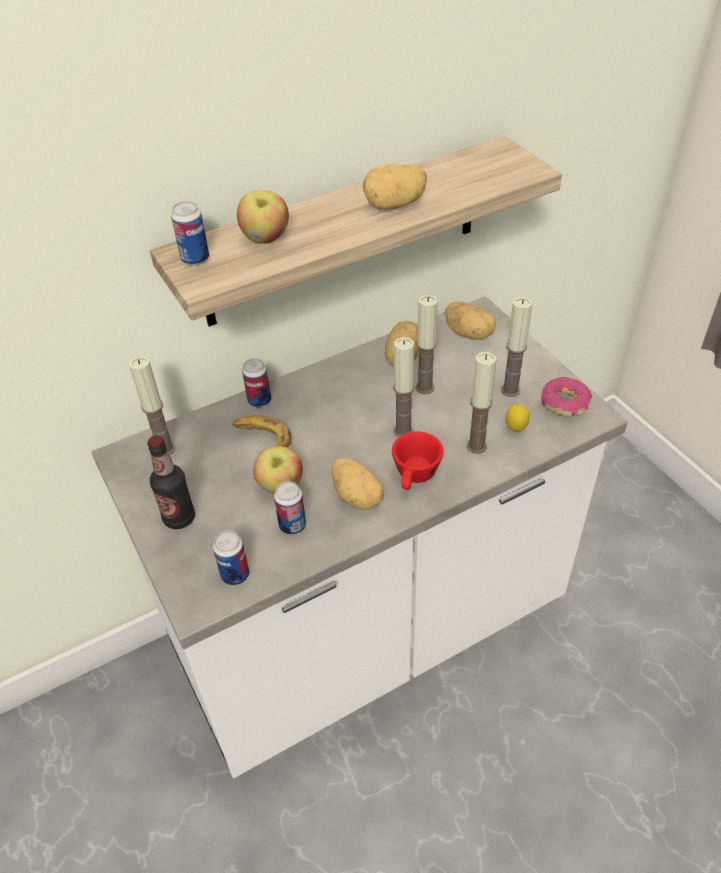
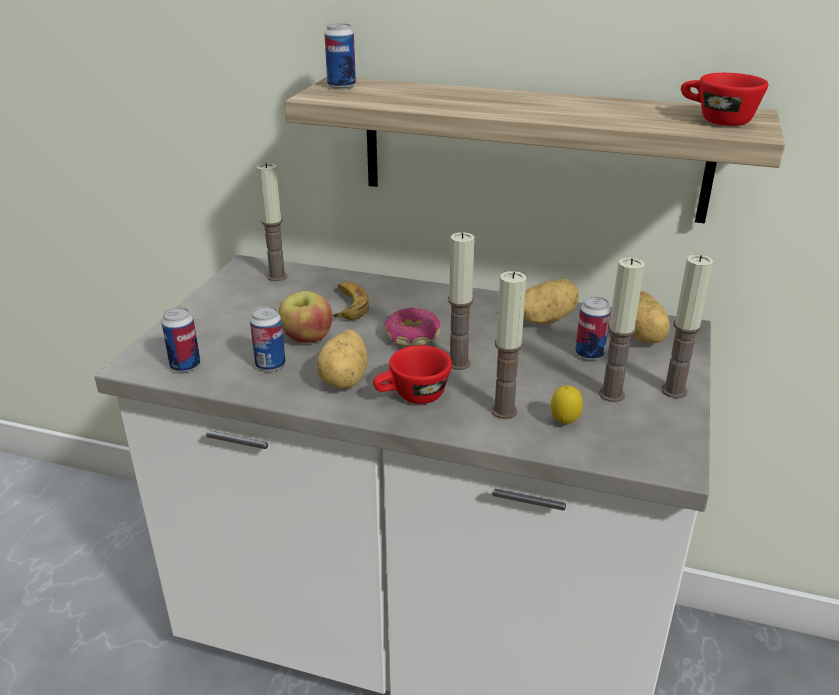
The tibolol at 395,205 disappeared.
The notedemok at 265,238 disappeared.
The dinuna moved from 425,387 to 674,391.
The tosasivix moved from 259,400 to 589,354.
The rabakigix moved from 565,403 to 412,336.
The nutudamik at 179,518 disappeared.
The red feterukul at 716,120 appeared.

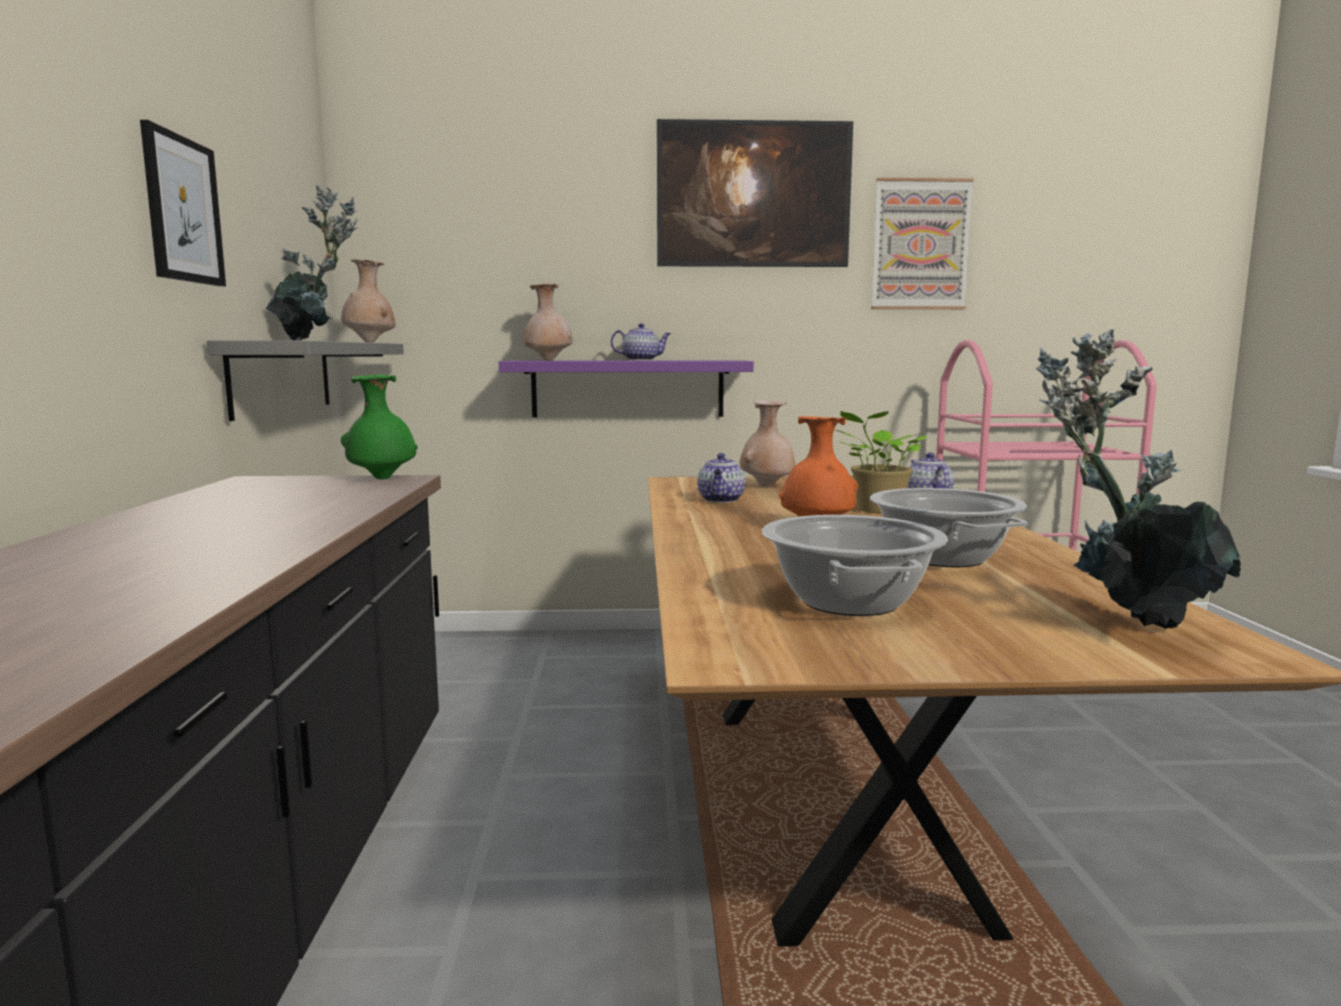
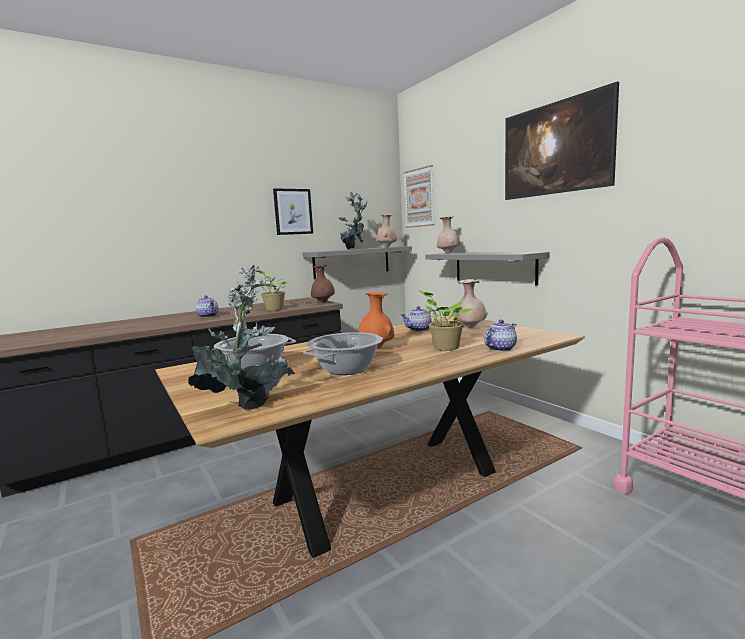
The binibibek moved from 920,245 to 419,198.
The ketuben moved from 641,360 to 208,316.
The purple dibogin at 627,388 became the grey dibogin at 494,267.
The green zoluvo at 382,479 became the brown zoluvo at 323,302.
The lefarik at 273,309 appeared.

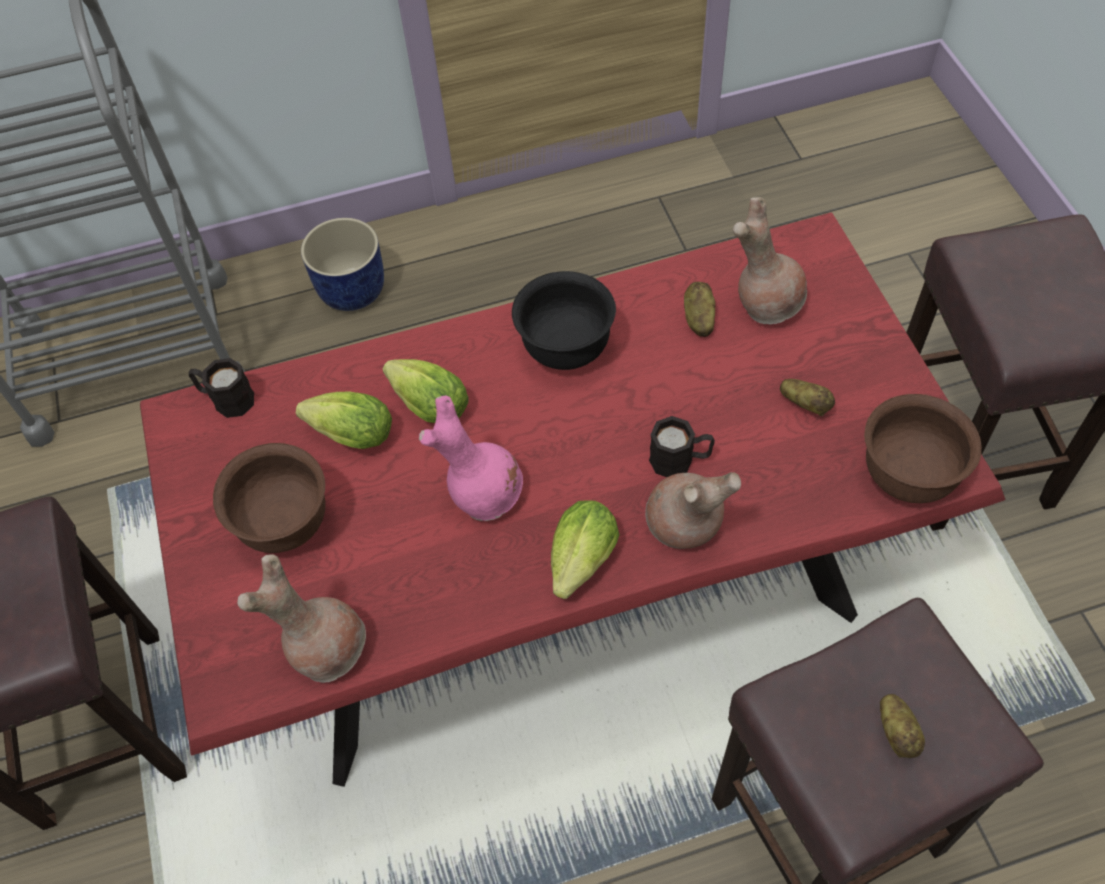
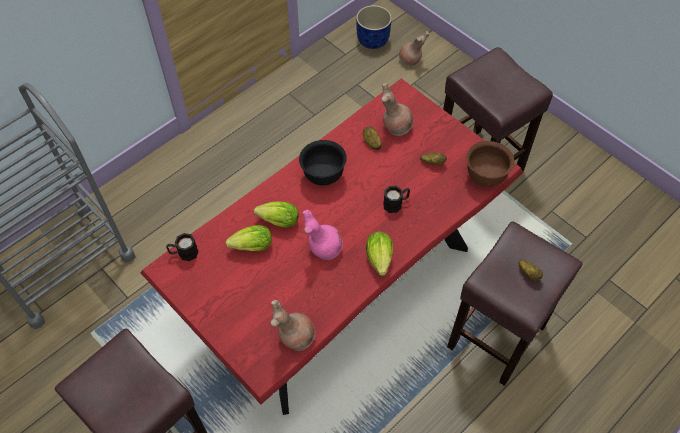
The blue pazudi moved from 353,289 to 373,40.
The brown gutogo at 285,524 disappeared.
The brown zoluvo moved from 683,528 to 410,61.

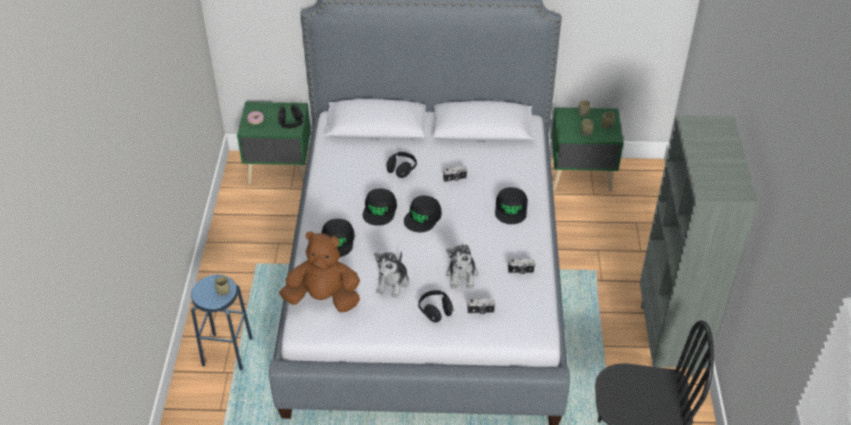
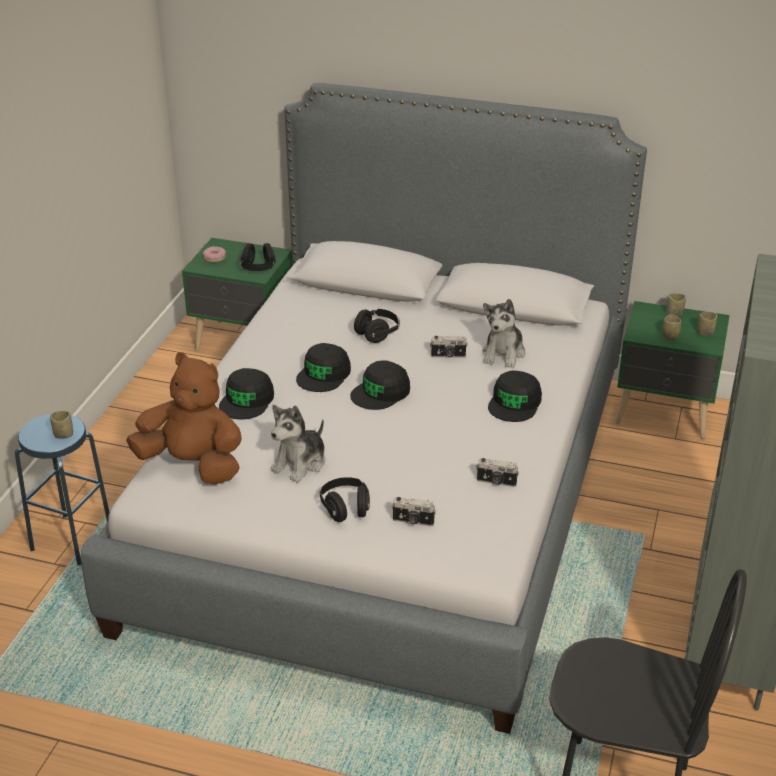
The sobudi moved from 462,275 to 503,354.

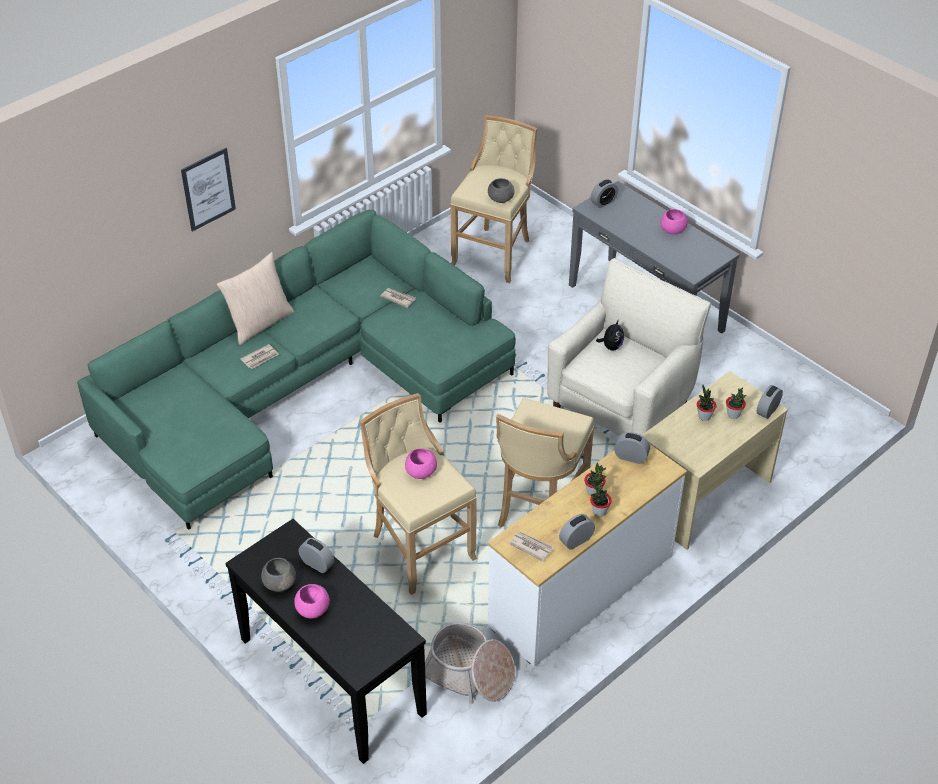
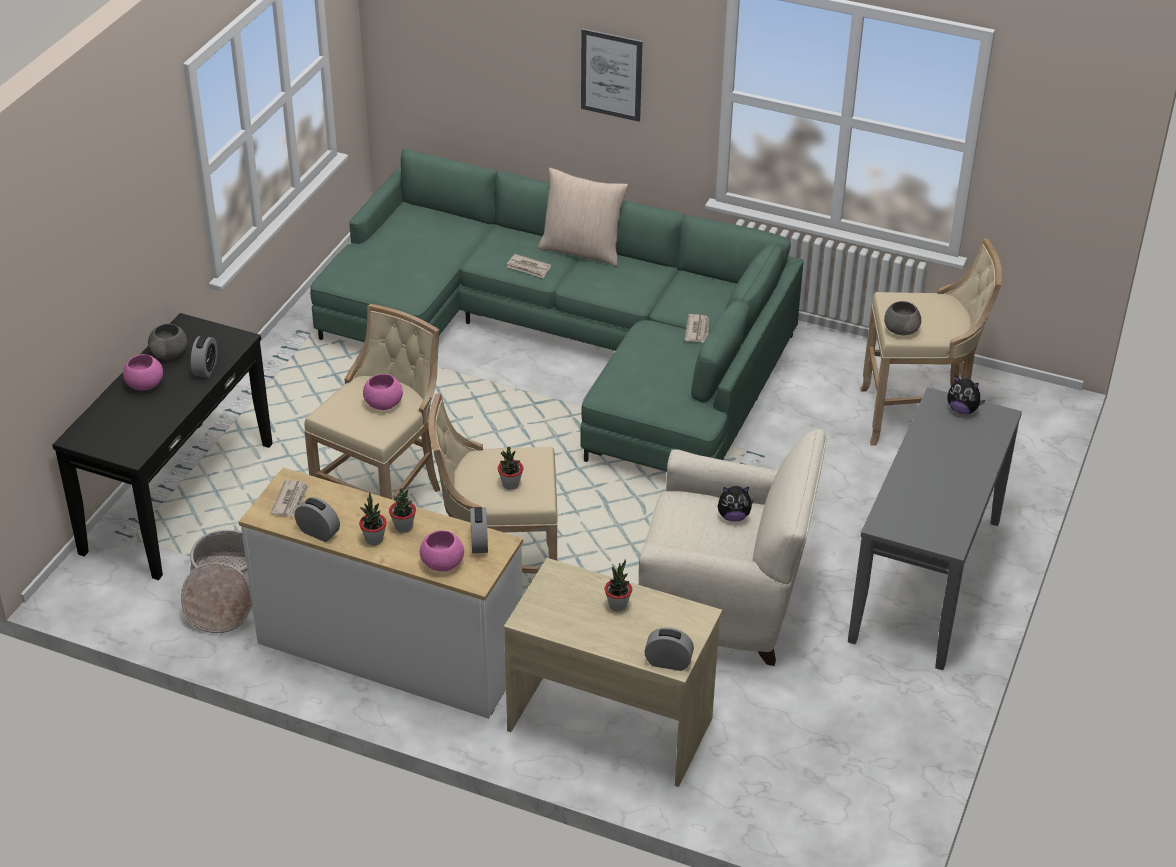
The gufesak at 603,202 was replaced by the sobudi at 962,410.
The pink gutogo moved from 672,230 to 441,563.
The lefarik moved from 733,414 to 510,484.

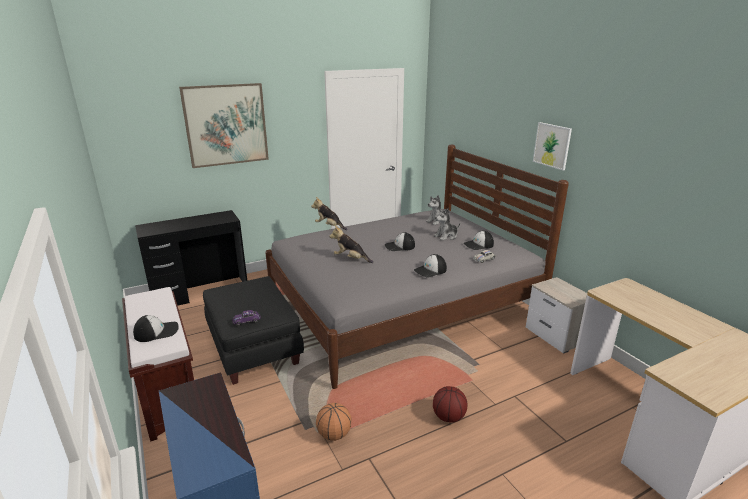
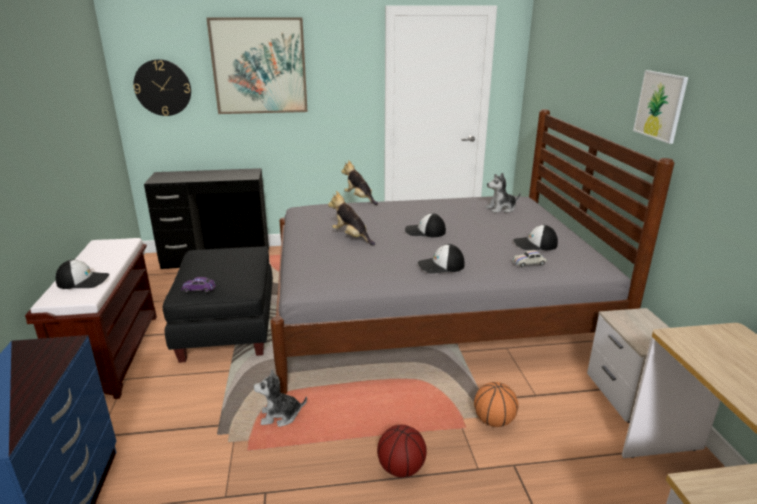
The sobudi moved from 446,236 to 280,416.
The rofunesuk moved from 334,434 to 493,421.
The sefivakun at 163,88 appeared.

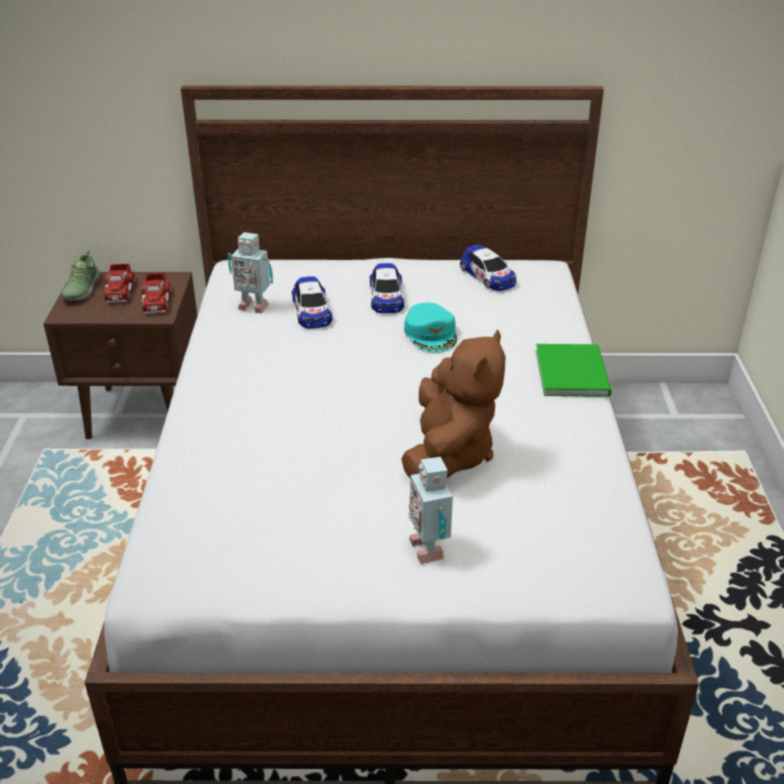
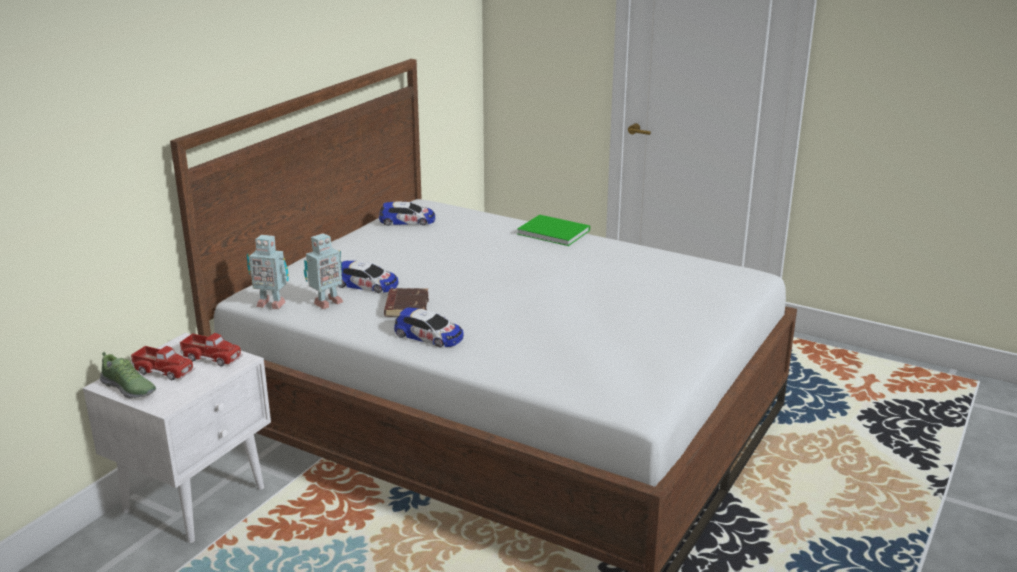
The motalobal moved from 386,296 to 429,336.
The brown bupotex at 144,413 became the white bupotex at 197,498.
The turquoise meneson at 431,334 disappeared.
The brown sobudi at 449,455 disappeared.
The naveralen moved from 429,548 to 271,304.
The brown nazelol at 406,307 appeared.

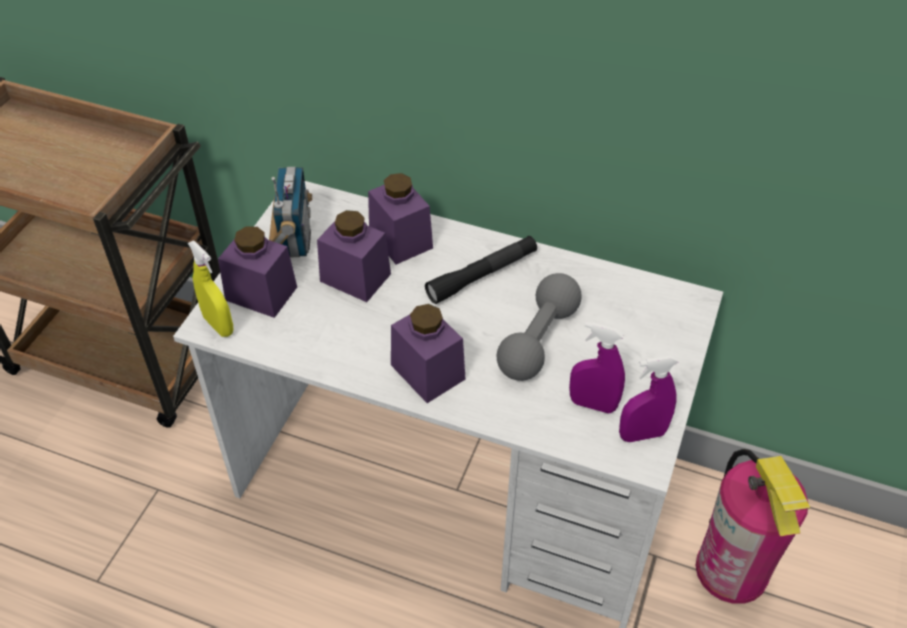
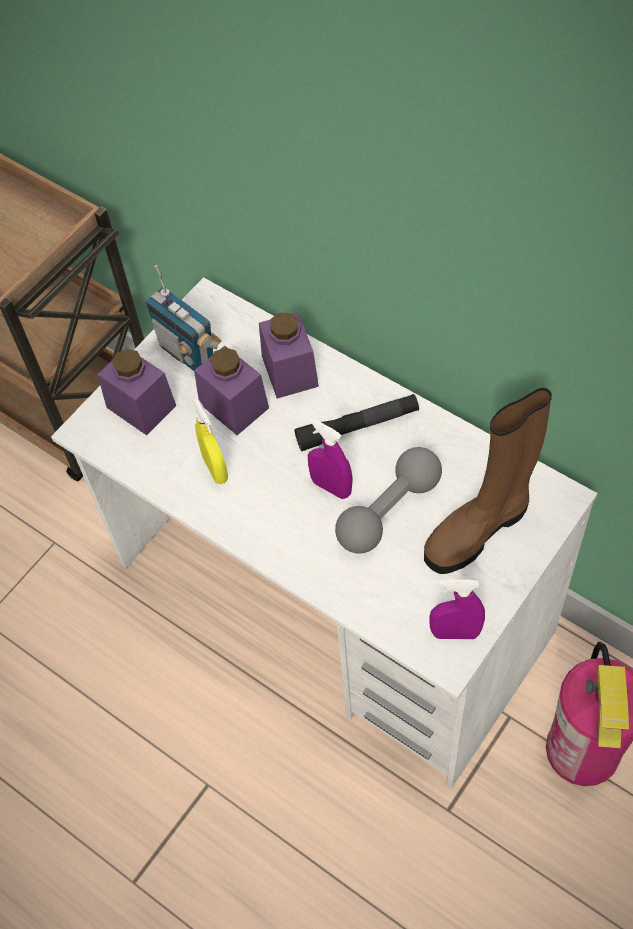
The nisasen at 295,239 turned 120 degrees clockwise.
The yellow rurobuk moved from 218,325 to 215,469.
The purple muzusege at 427,372 disappeared.
The purple rurobuk moved from 592,404 to 331,487.
The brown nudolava at 479,529 appeared.

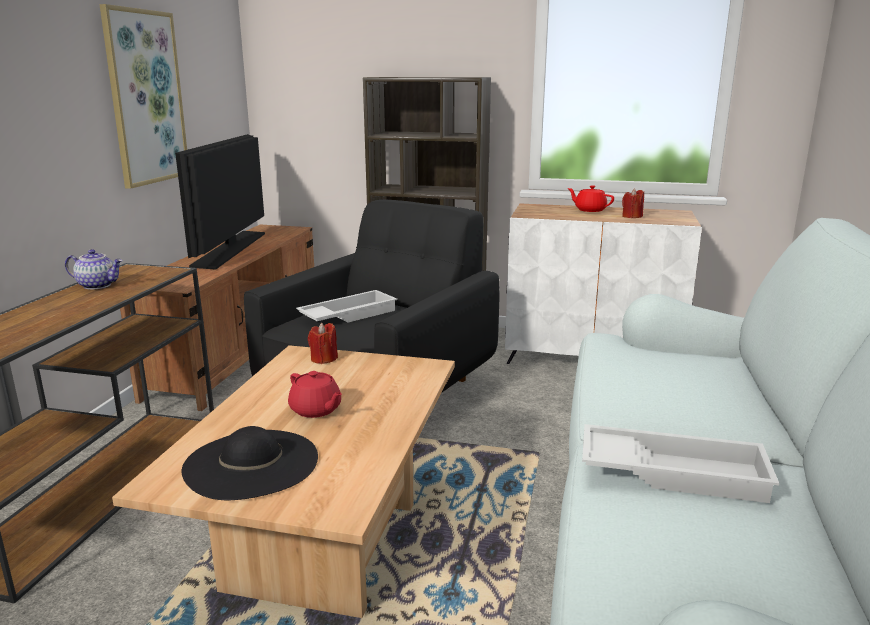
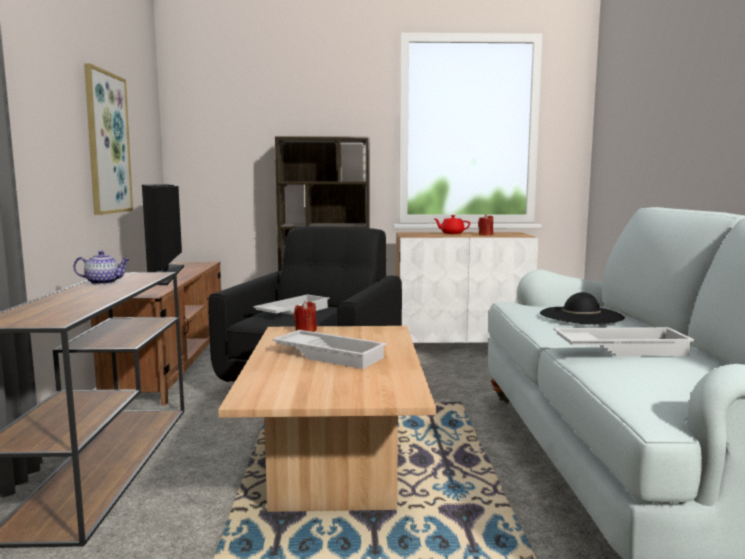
The red ketuben at 316,410 was replaced by the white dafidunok at 330,355.
The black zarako moved from 251,463 to 581,315.

